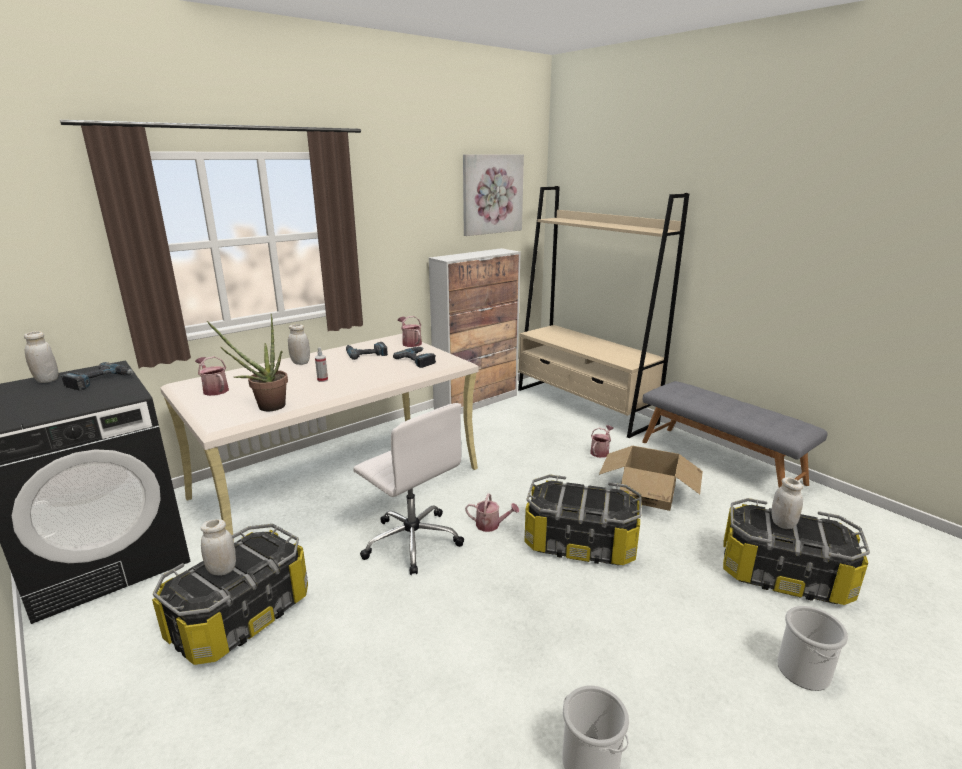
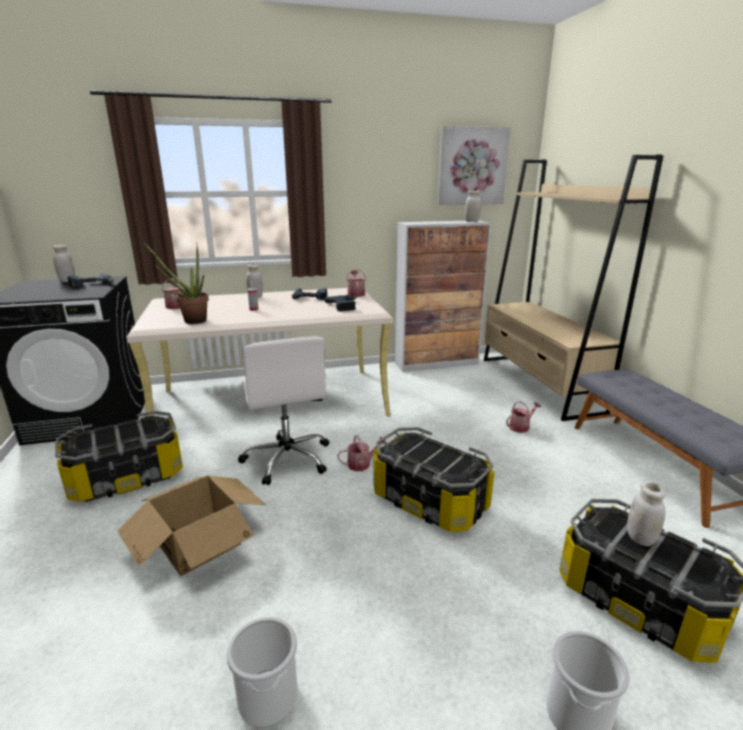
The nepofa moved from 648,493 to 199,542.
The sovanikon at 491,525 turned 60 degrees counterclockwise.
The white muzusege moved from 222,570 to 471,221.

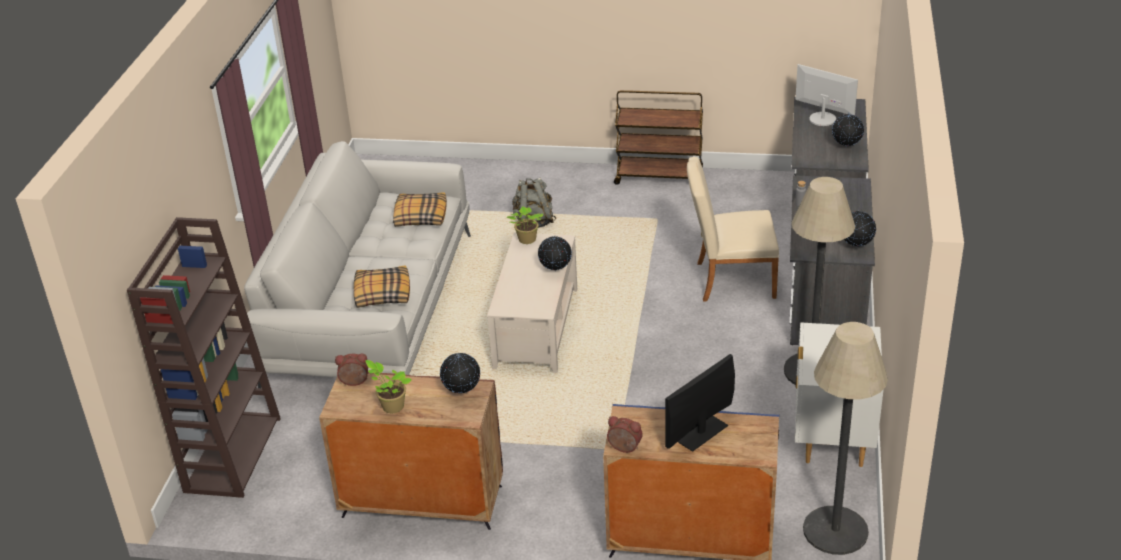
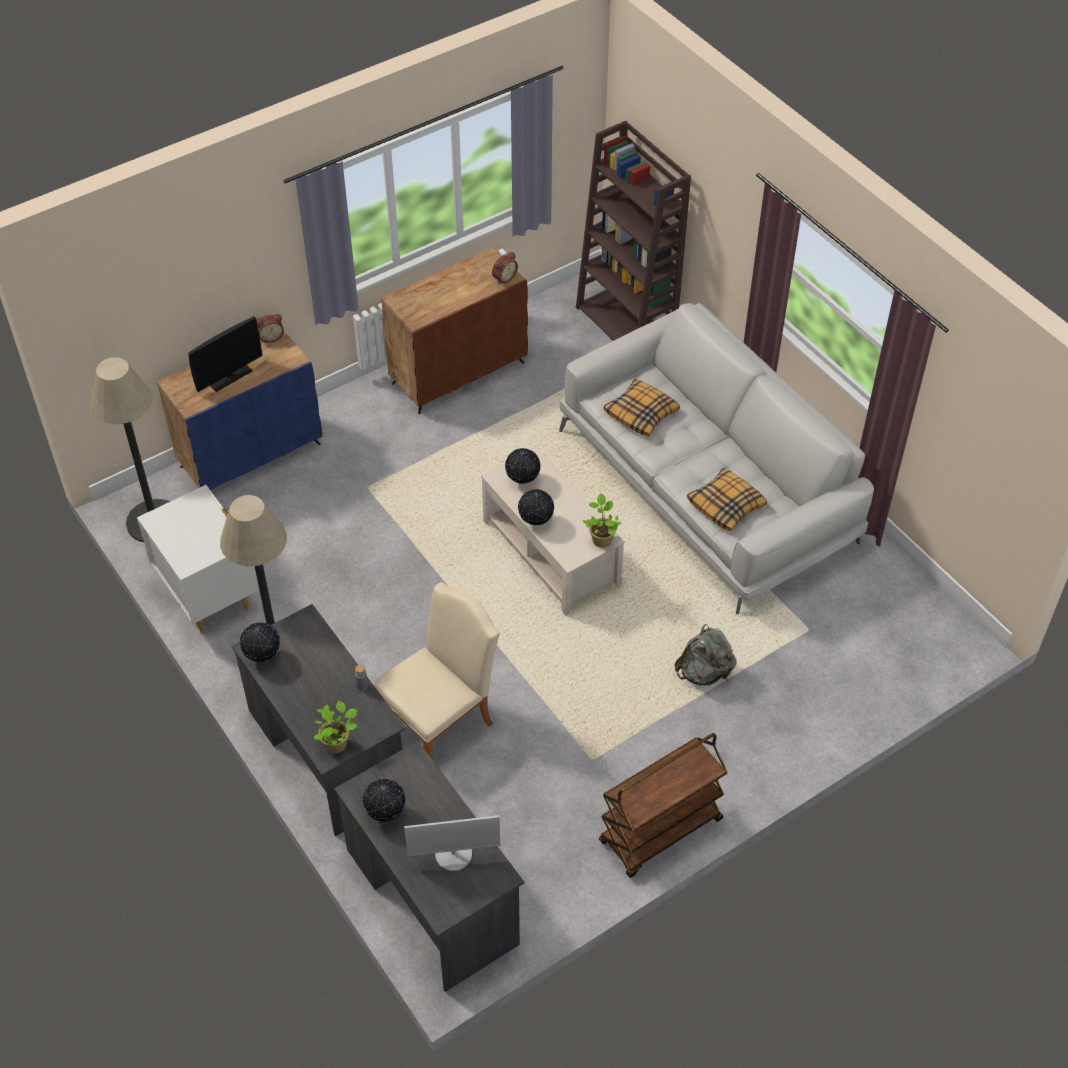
The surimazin moved from 462,393 to 522,481.
The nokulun at 701,433 turned 45 degrees clockwise.
The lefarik moved from 391,406 to 337,744.

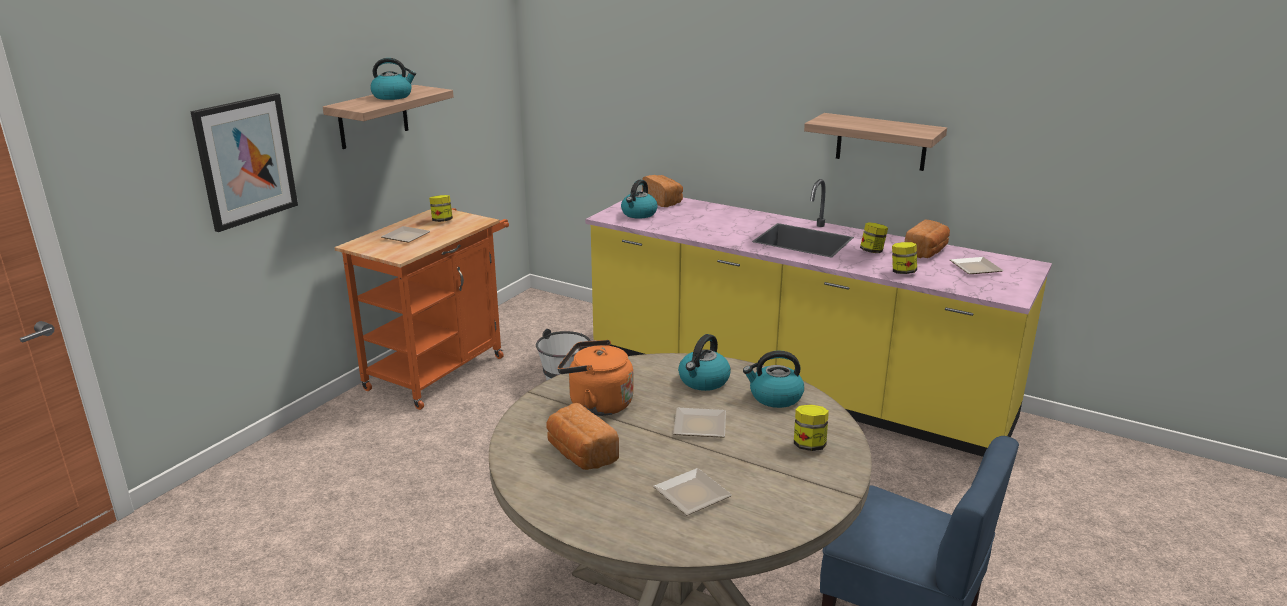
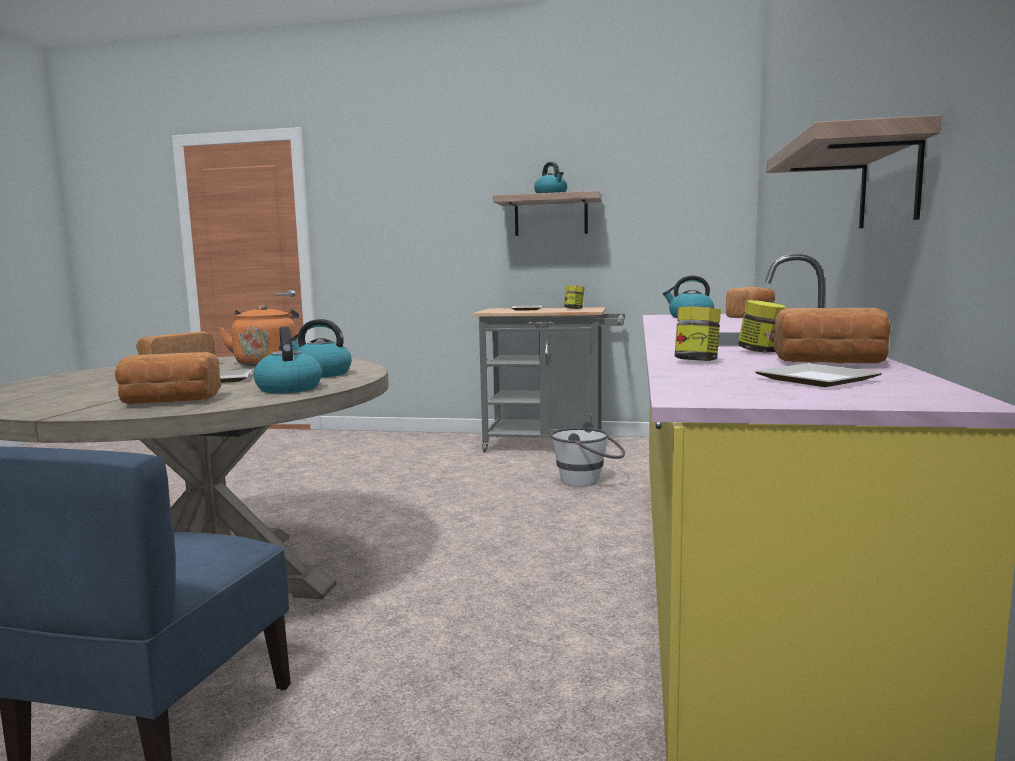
The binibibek at 245,161 disappeared.
The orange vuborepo at 441,369 became the grey vuborepo at 552,445.
The muzusege at 809,445 was replaced by the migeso at 169,402.
The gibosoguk at 689,494 disappeared.

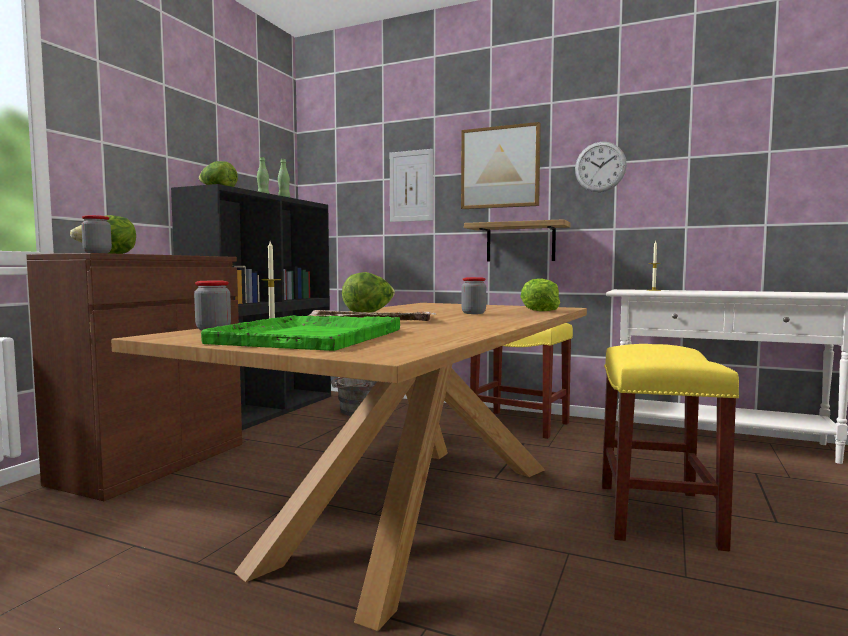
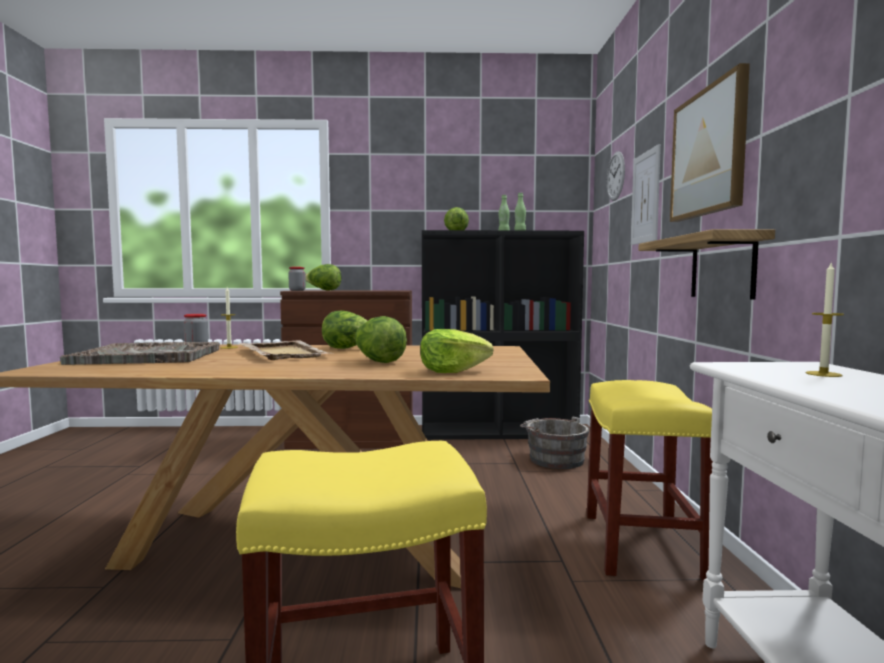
The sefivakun moved from 600,167 to 616,176.
The muzusege at 473,313 was replaced by the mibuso at 378,361.
The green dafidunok at 312,336 became the grey dafidunok at 149,356.

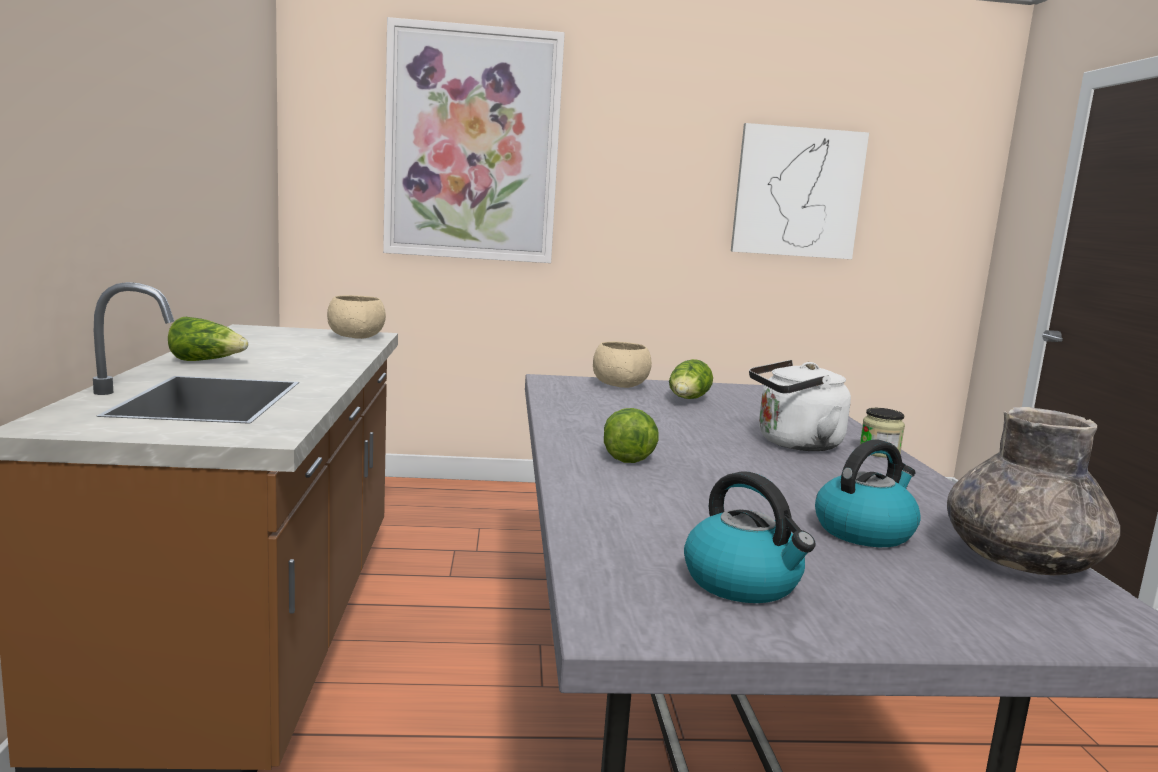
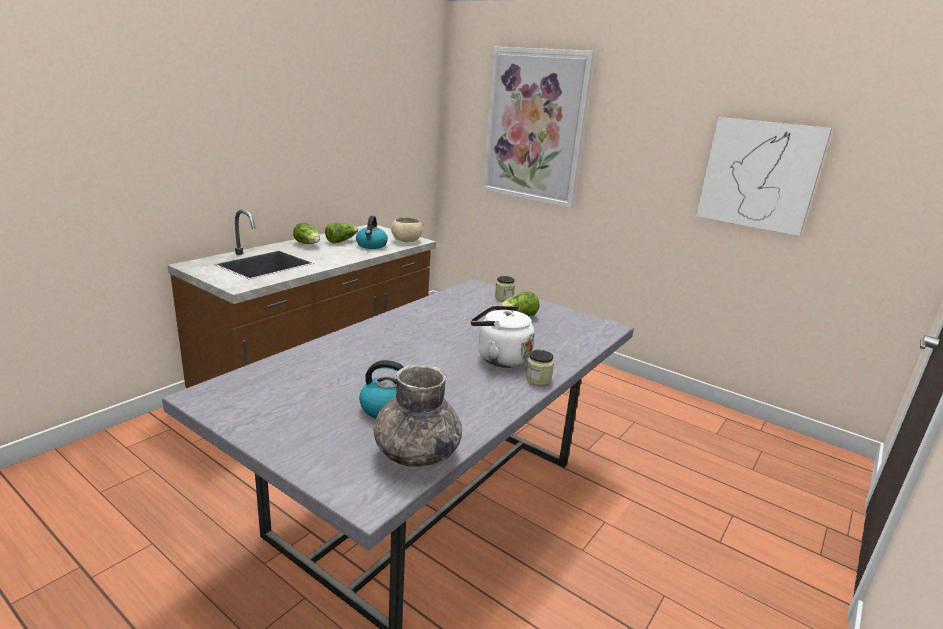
The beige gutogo at 619,385 was replaced by the muzusege at 504,297.
The mibuso moved from 627,454 to 341,241.
The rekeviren moved from 743,583 to 371,245.

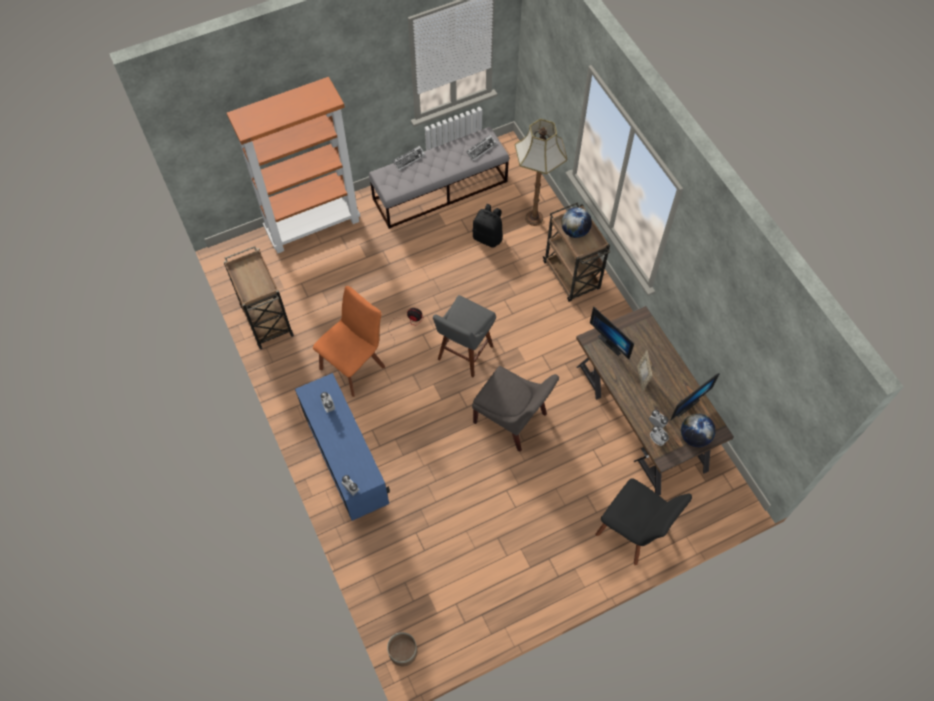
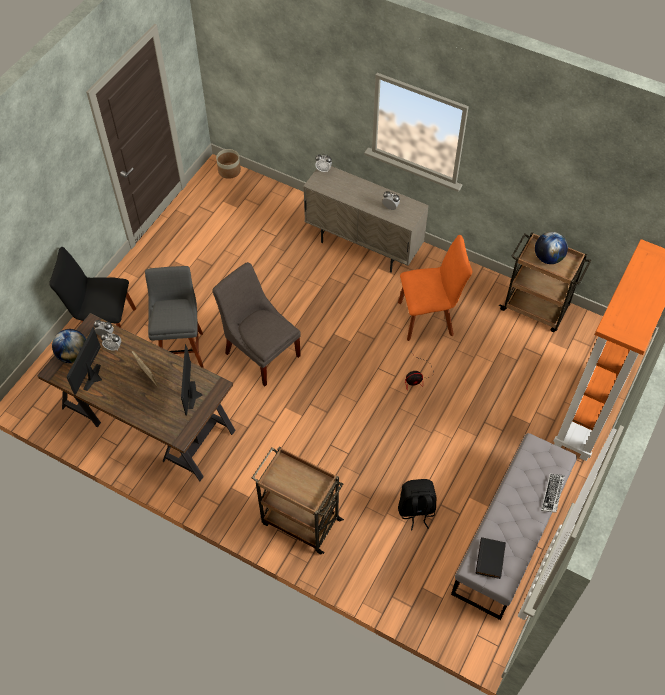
The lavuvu at 534,217 disappeared.
The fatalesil at 481,149 was replaced by the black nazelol at 491,559.
The surimazin moved from 575,231 to 548,258.
The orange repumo at 354,365 turned 105 degrees counterclockwise.
The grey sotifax moved from 463,355 to 181,348.
The nokulun at 611,342 turned 105 degrees counterclockwise.
The grey repumo at 512,420 turned 45 degrees clockwise.
The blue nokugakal at 348,467 became the beige nokugakal at 363,246.

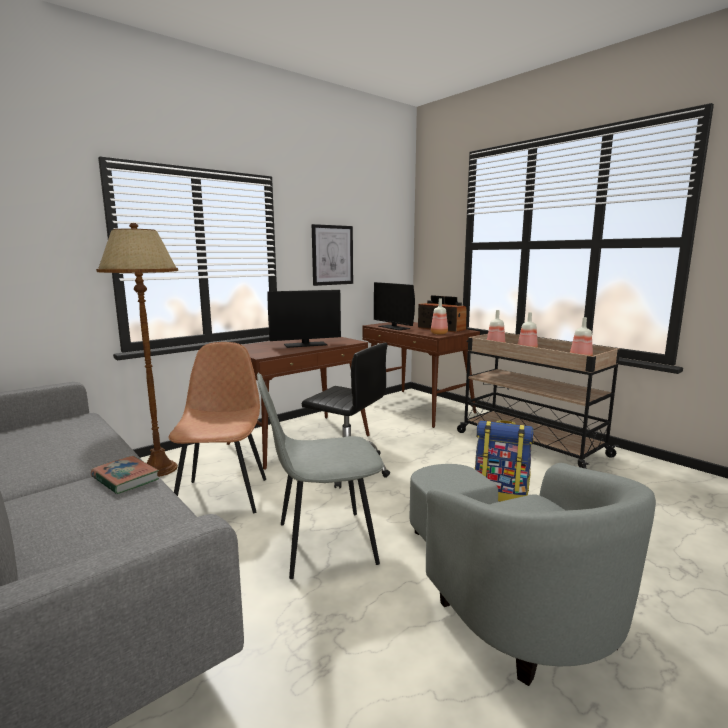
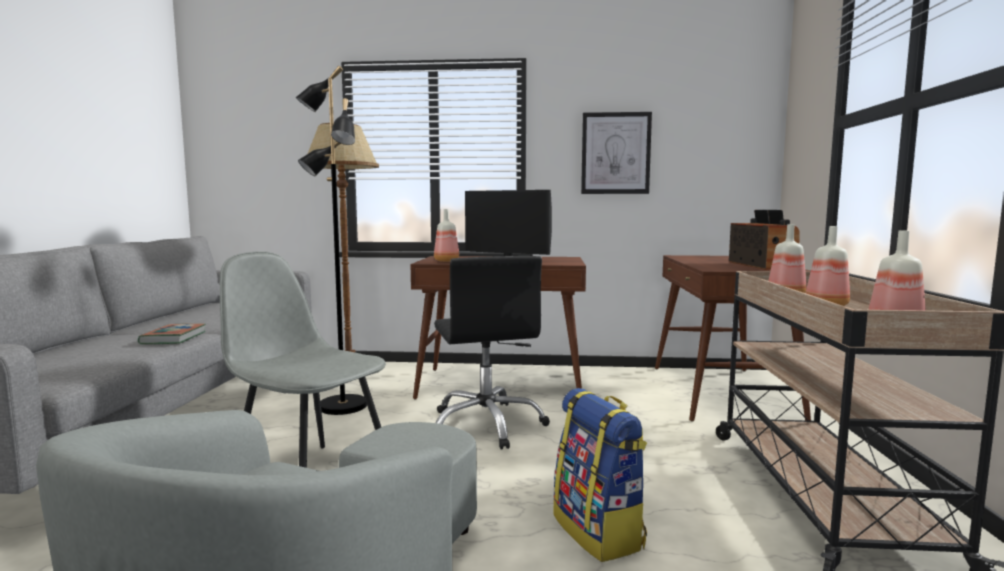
The nokulun at 394,327 disappeared.
The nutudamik moved from 439,333 to 446,261.
The brown repumo at 222,495 was replaced by the black lavuvu at 341,406.

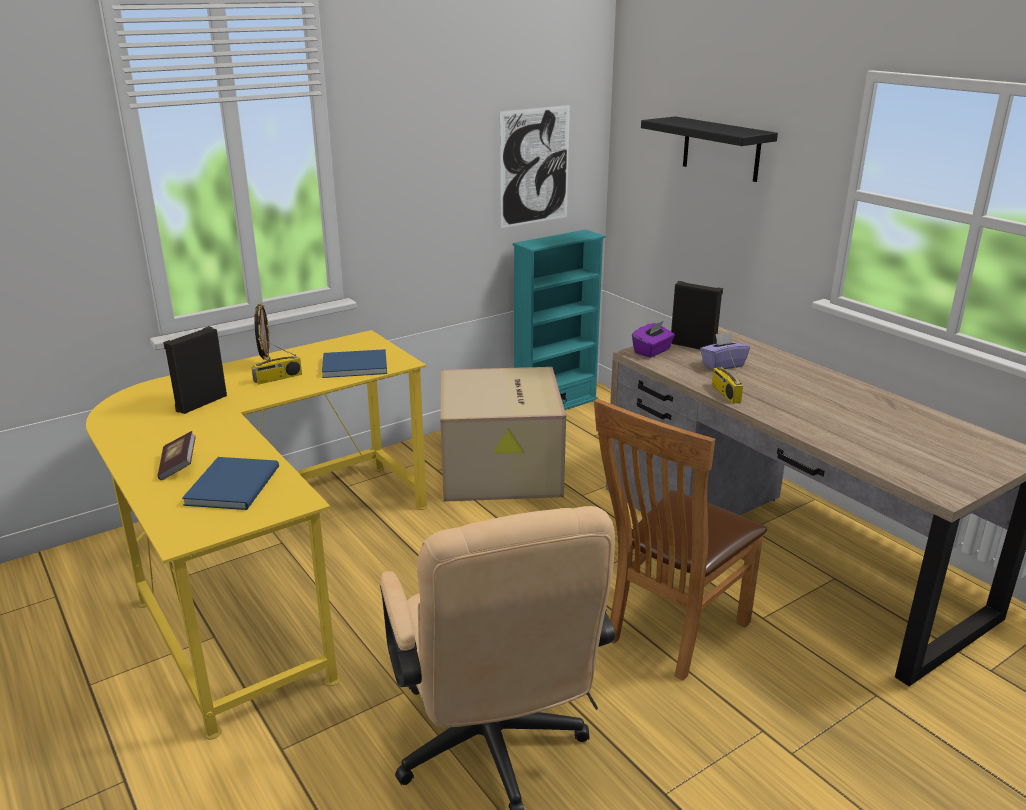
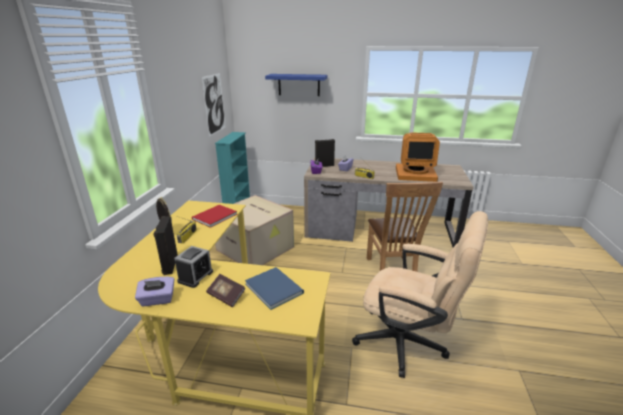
The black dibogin at 721,149 became the blue dibogin at 299,85.
The blue nazelol at 353,365 became the red nazelol at 213,217.
The nokulun at 415,173 appeared.
The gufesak at 195,276 appeared.
The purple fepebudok at 157,300 appeared.

